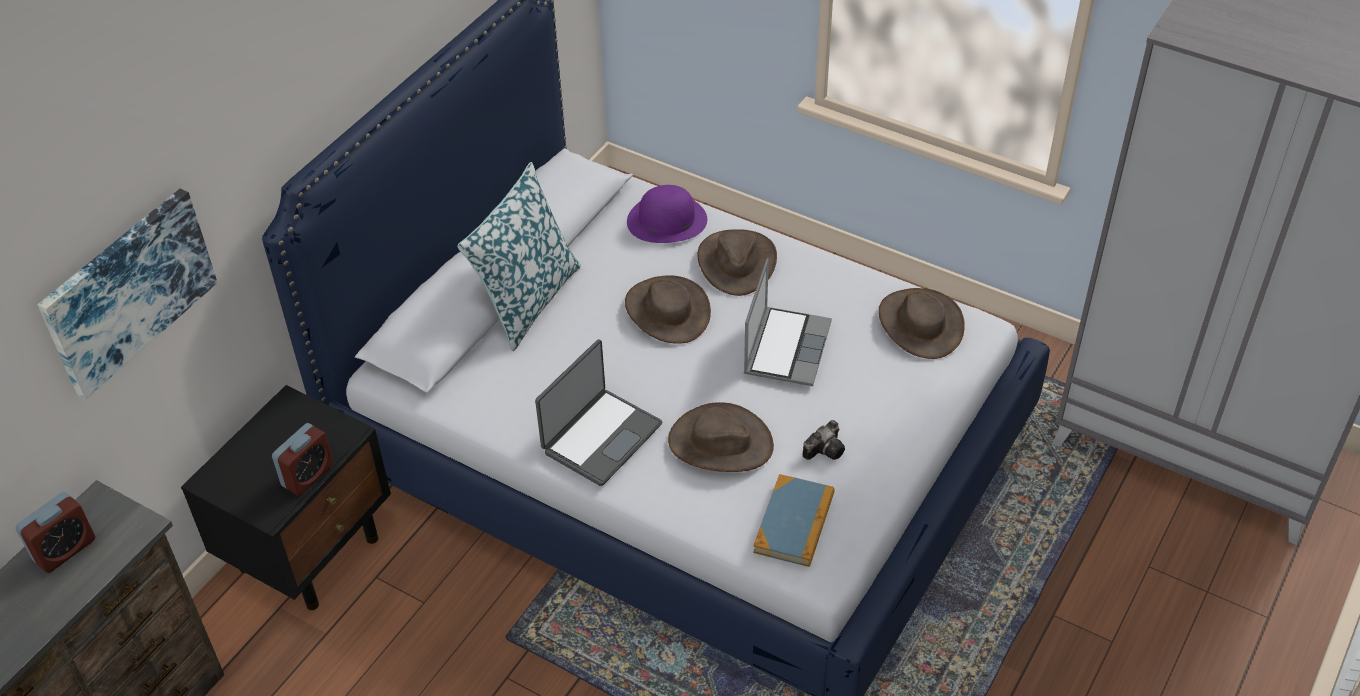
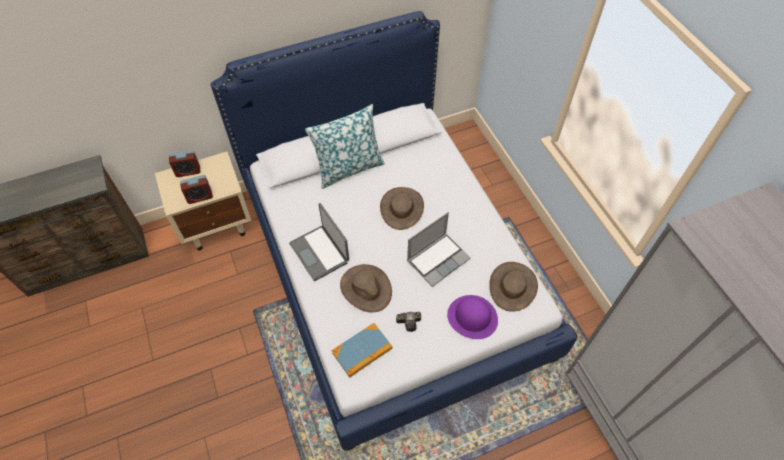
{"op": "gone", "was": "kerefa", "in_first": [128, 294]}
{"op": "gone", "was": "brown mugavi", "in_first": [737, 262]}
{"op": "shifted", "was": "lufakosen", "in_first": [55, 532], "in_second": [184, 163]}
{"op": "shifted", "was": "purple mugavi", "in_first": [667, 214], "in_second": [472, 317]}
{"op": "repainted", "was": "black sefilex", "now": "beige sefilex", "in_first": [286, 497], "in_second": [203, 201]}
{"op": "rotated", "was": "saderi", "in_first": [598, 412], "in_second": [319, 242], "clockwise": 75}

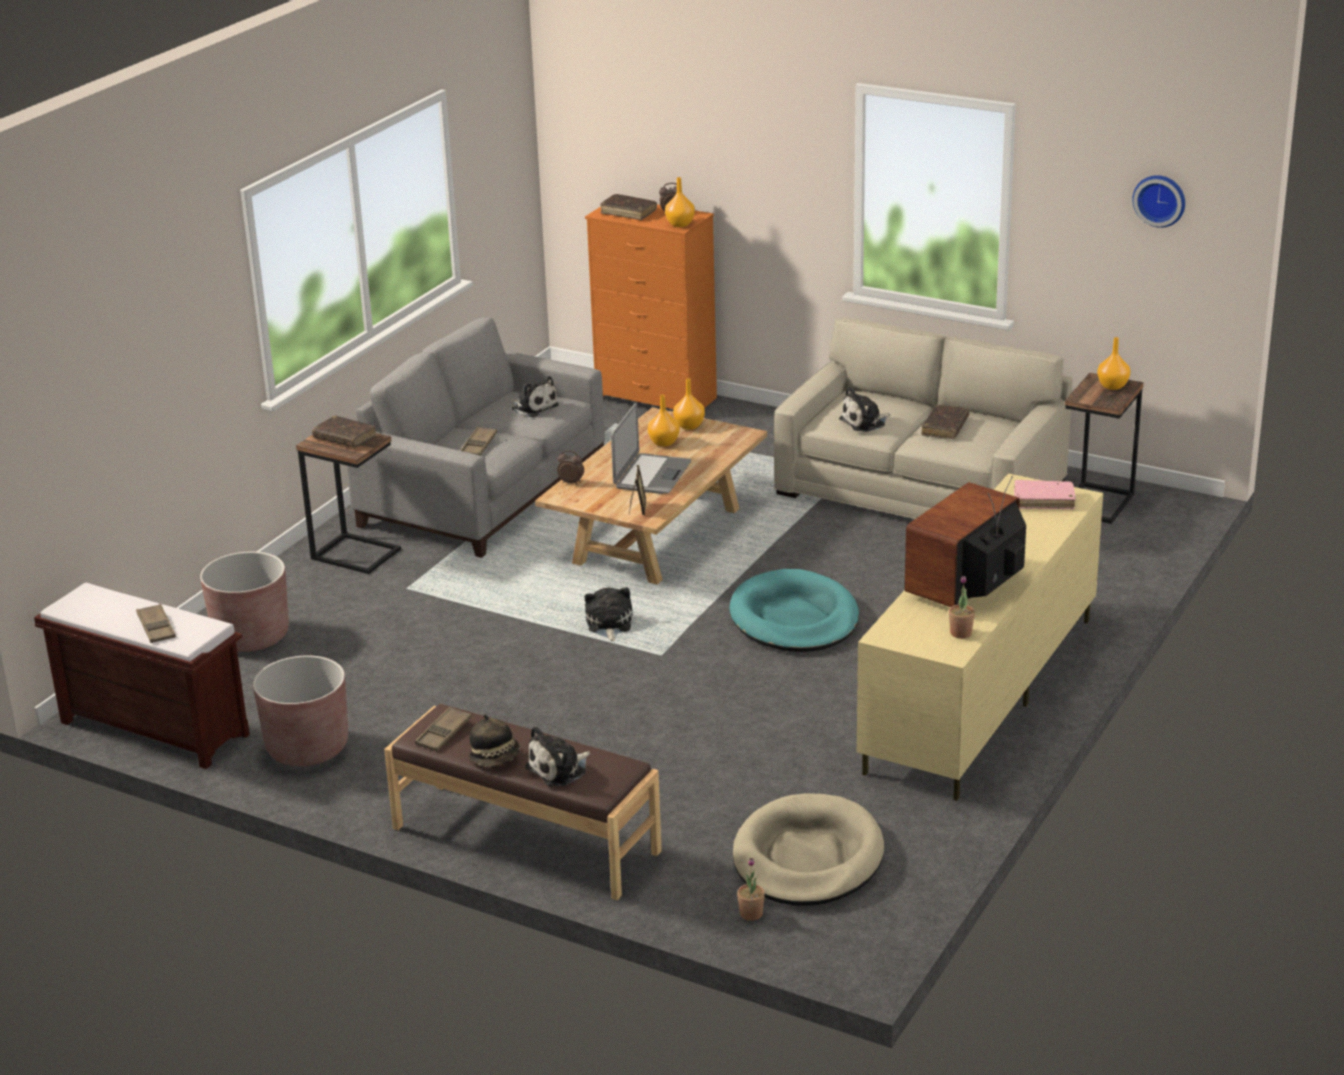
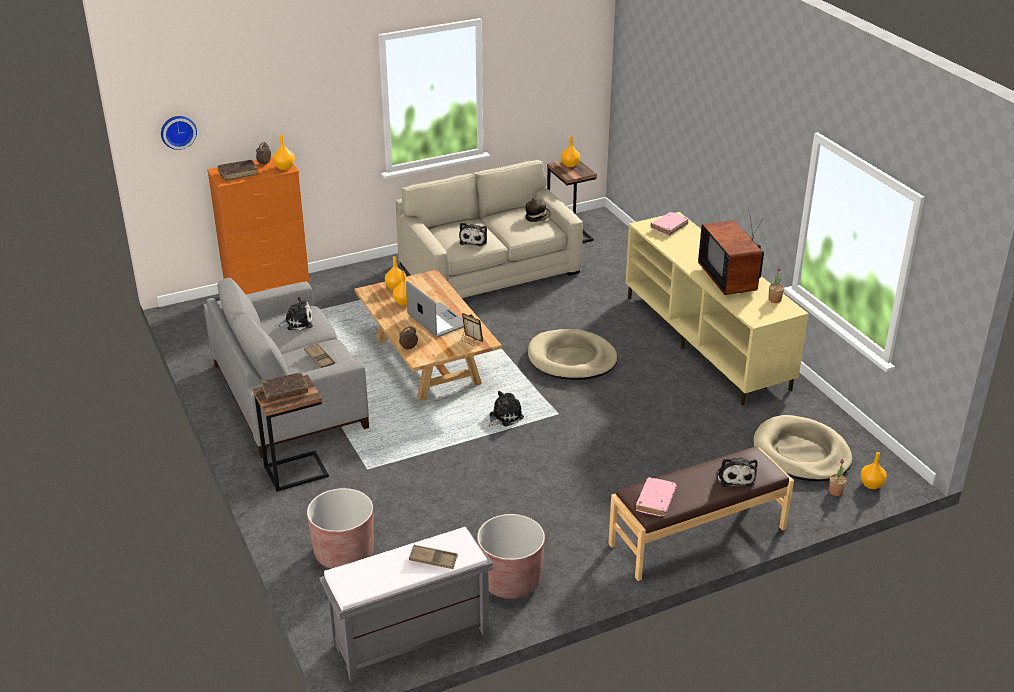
{"op": "gone", "was": "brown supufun", "in_first": [945, 422]}
{"op": "new", "now": "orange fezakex", "in_second": [873, 470]}
{"op": "shifted", "was": "mugavi", "in_first": [494, 740], "in_second": [538, 210]}
{"op": "shifted", "was": "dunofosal", "in_first": [1158, 201], "in_second": [179, 133]}
{"op": "swapped", "was": "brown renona", "now": "pink supufun", "in_first": [443, 729], "in_second": [656, 497]}
{"op": "repainted", "was": "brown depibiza", "now": "grey depibiza", "in_first": [142, 676], "in_second": [406, 604]}
{"op": "repainted", "was": "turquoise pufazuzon", "now": "beige pufazuzon", "in_first": [794, 610], "in_second": [573, 354]}
{"op": "rotated", "was": "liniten", "in_first": [608, 614], "in_second": [506, 409], "clockwise": 105}

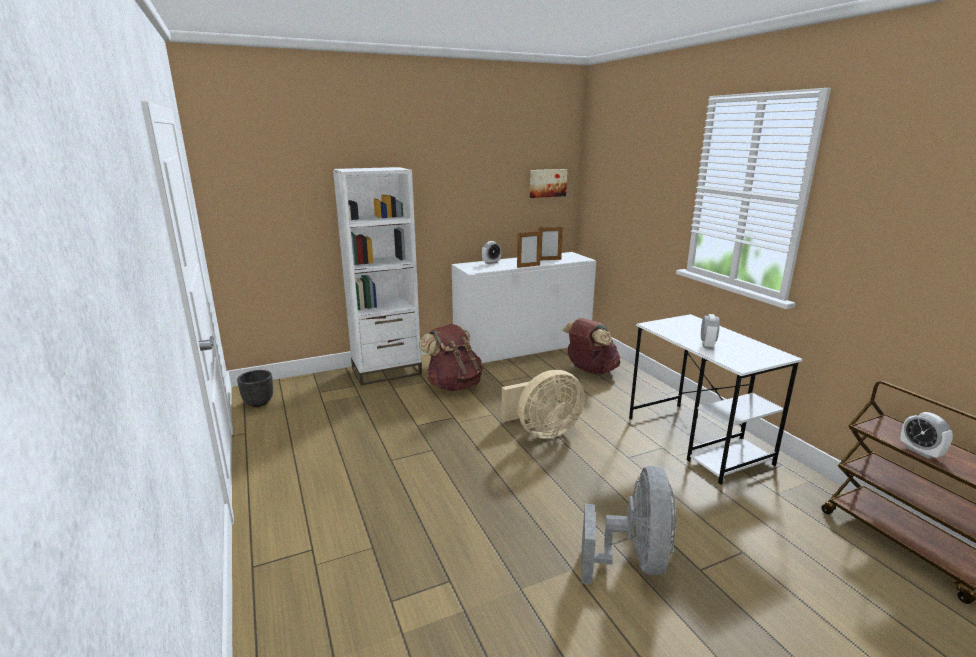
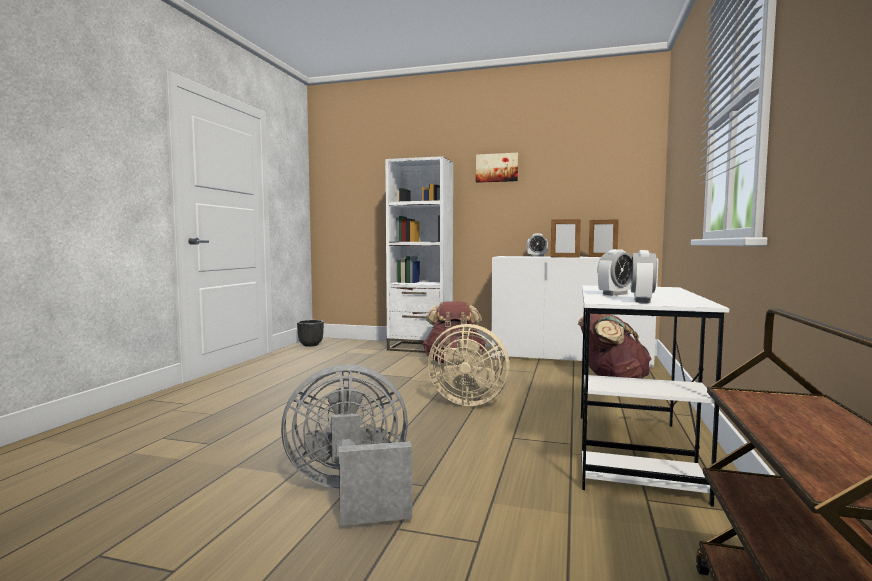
{"op": "shifted", "was": "kerefa", "in_first": [548, 183], "in_second": [497, 168]}
{"op": "shifted", "was": "lufakosen", "in_first": [926, 435], "in_second": [644, 276]}
{"op": "rotated", "was": "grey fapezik", "in_first": [628, 525], "in_second": [346, 445], "clockwise": -150}

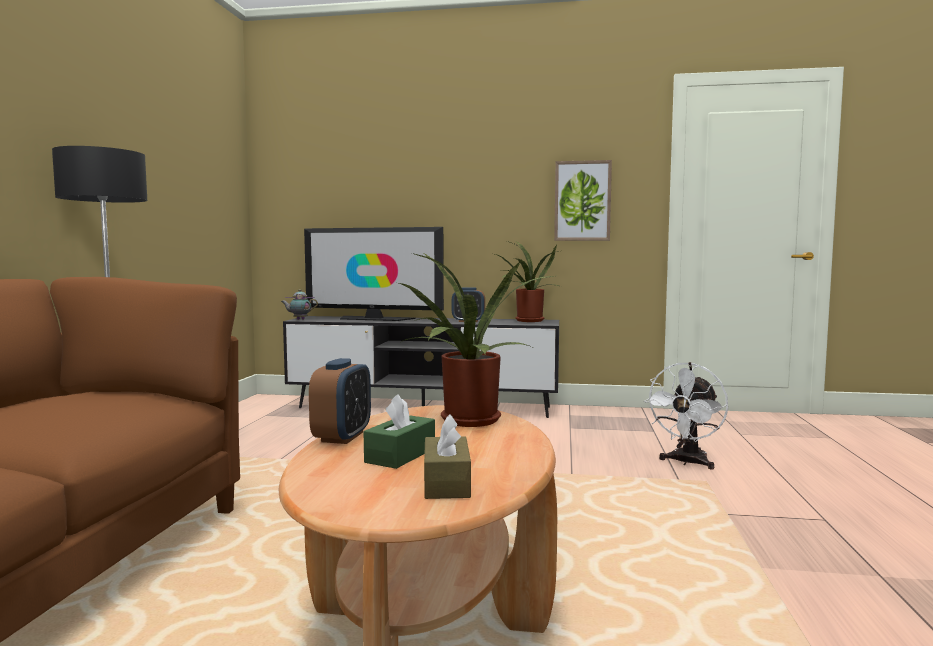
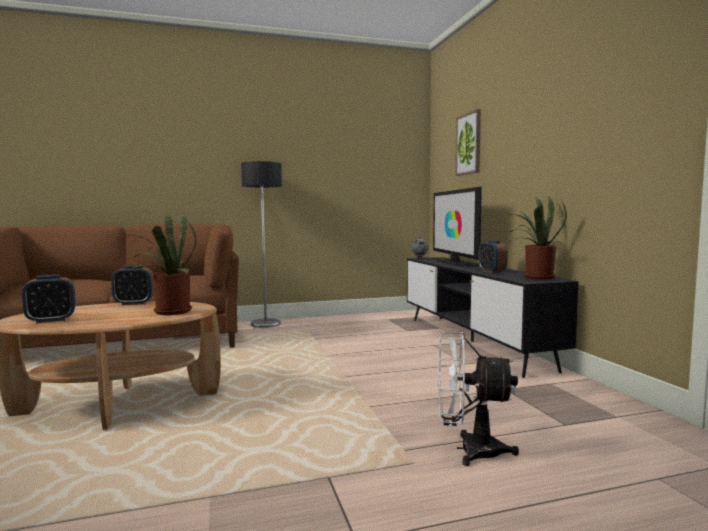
{"op": "gone", "was": "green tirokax", "in_first": [399, 431]}
{"op": "shifted", "was": "kerefa", "in_first": [583, 200], "in_second": [468, 142]}
{"op": "swapped", "was": "brown tirokax", "now": "lufakosen", "in_first": [447, 456], "in_second": [49, 299]}

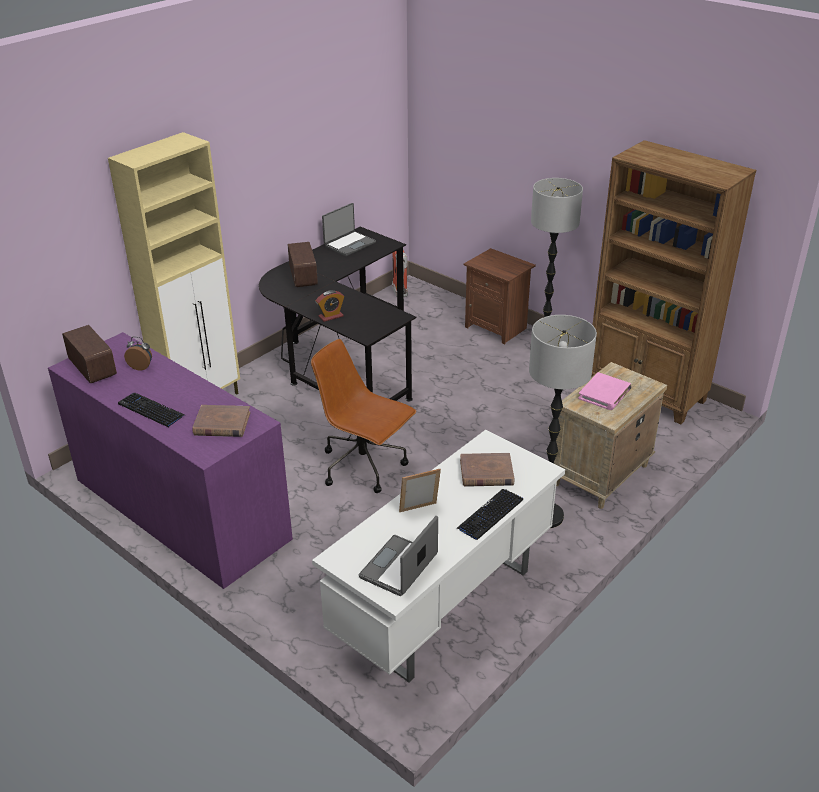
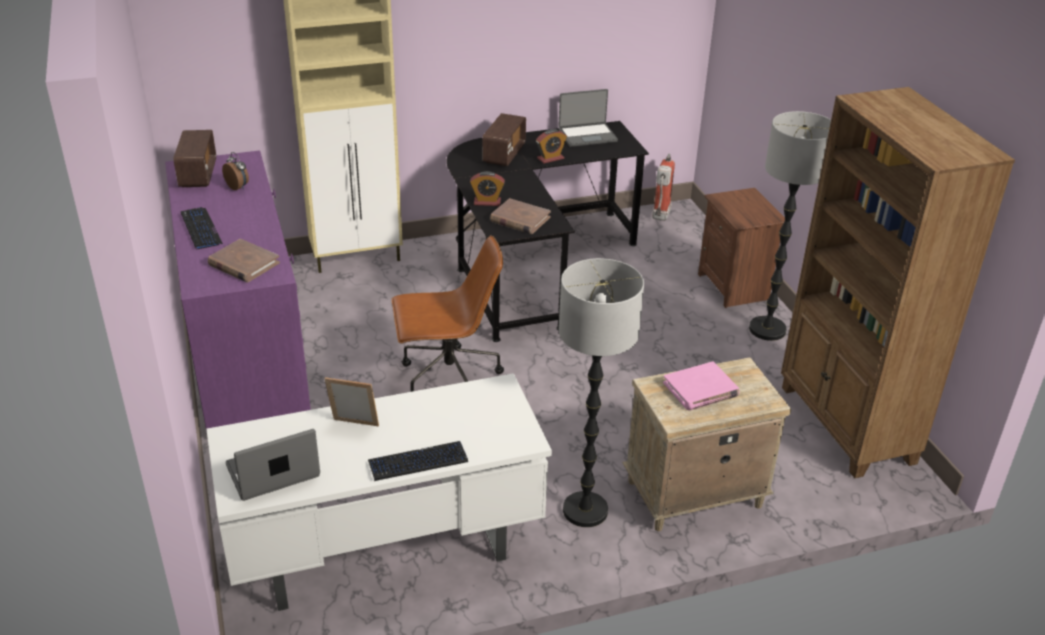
{"op": "new", "now": "lufakosen", "in_second": [551, 146]}
{"op": "shifted", "was": "brown supufun", "in_first": [487, 470], "in_second": [520, 216]}
{"op": "rotated", "was": "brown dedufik", "in_first": [363, 416], "in_second": [447, 313], "clockwise": 105}

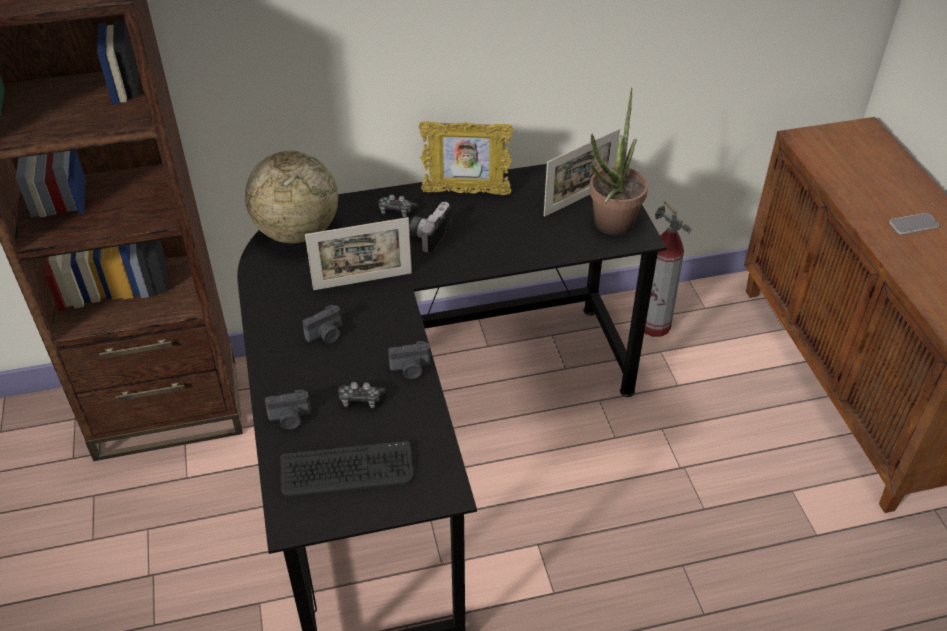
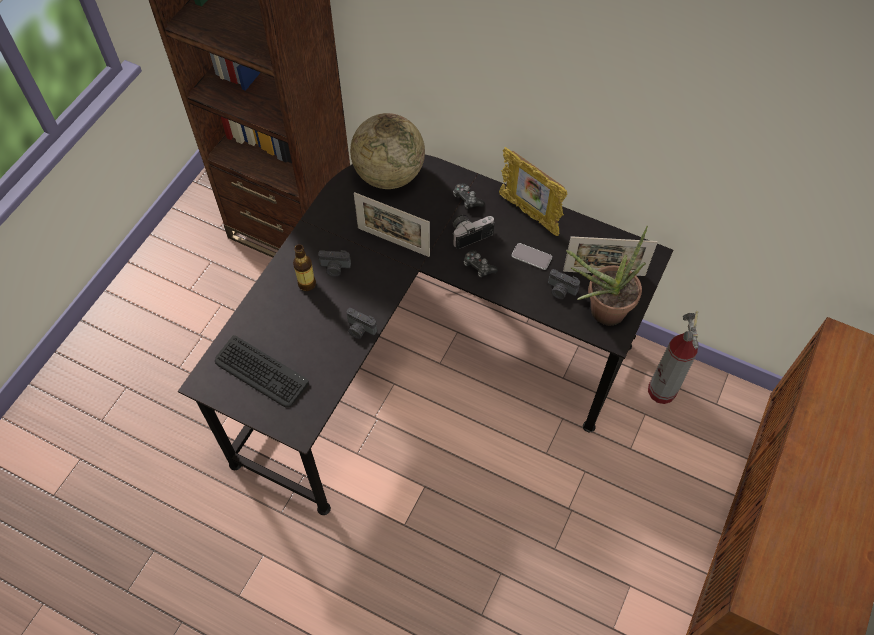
{"op": "new", "now": "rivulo", "in_second": [304, 267]}
{"op": "shifted", "was": "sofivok", "in_first": [288, 409], "in_second": [564, 284]}
{"op": "shifted", "was": "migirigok", "in_first": [362, 395], "in_second": [481, 264]}
{"op": "shifted", "was": "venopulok", "in_first": [914, 223], "in_second": [532, 256]}

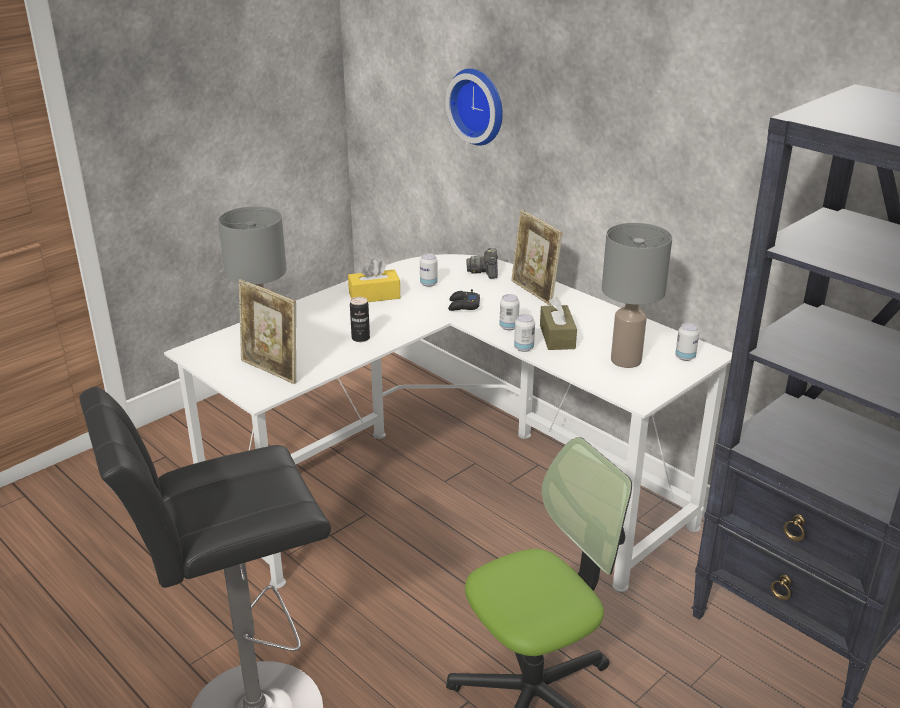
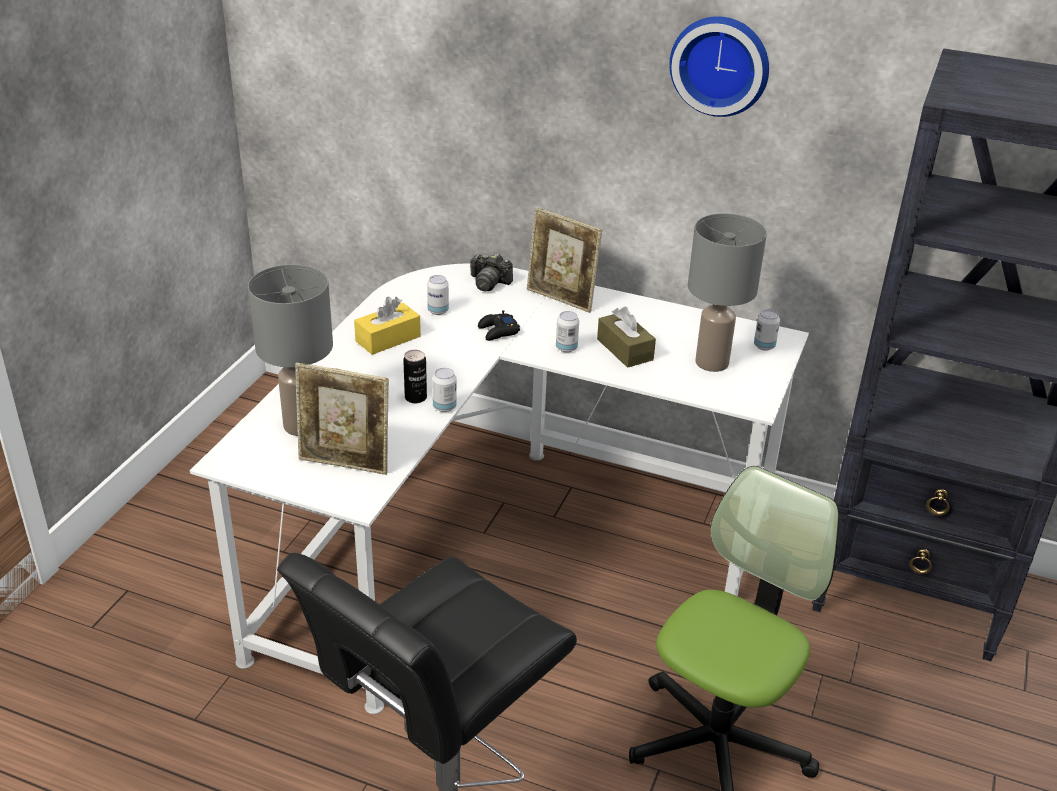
{"op": "shifted", "was": "dunofosal", "in_first": [474, 107], "in_second": [719, 66]}
{"op": "shifted", "was": "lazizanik", "in_first": [524, 333], "in_second": [444, 390]}
{"op": "rotated", "was": "sofivok", "in_first": [482, 263], "in_second": [491, 272], "clockwise": -45}

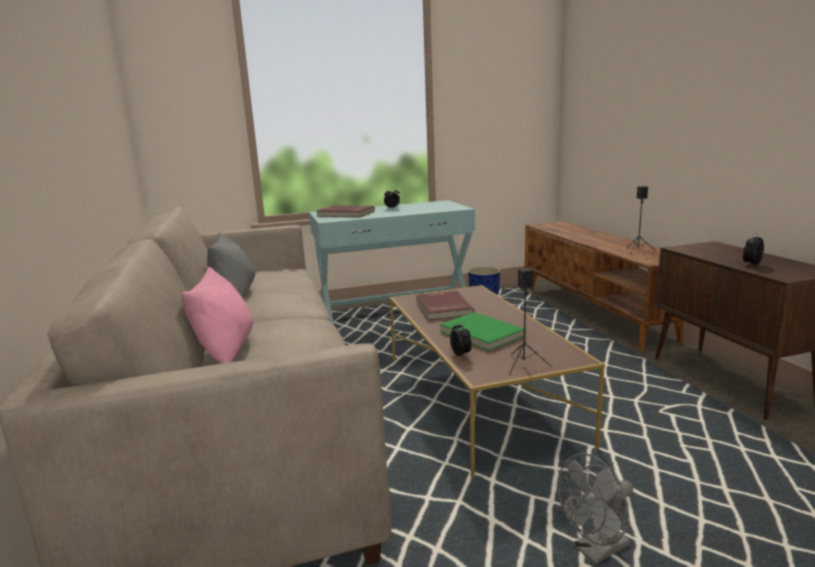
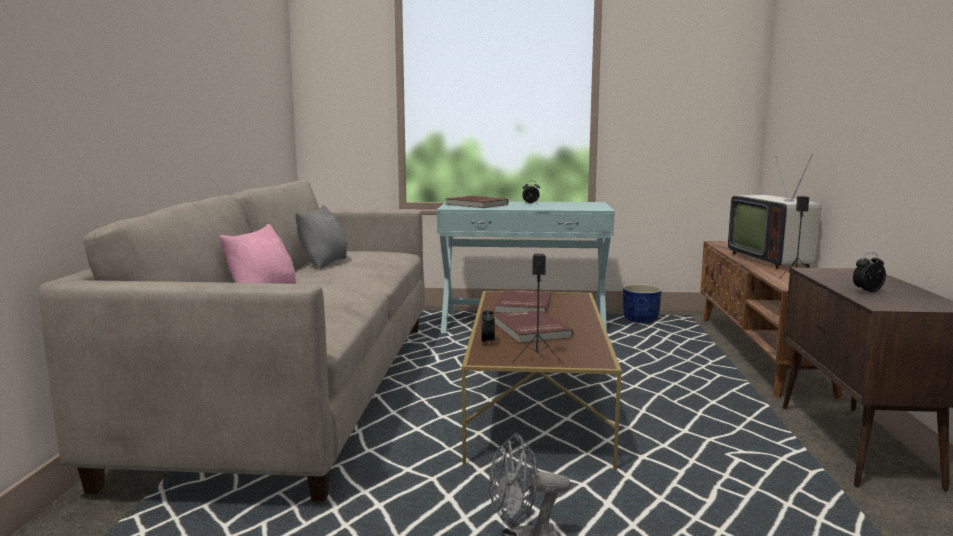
{"op": "new", "now": "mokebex", "in_second": [774, 211]}
{"op": "repainted", "was": "green supufun", "now": "red supufun", "in_first": [483, 331], "in_second": [533, 327]}

